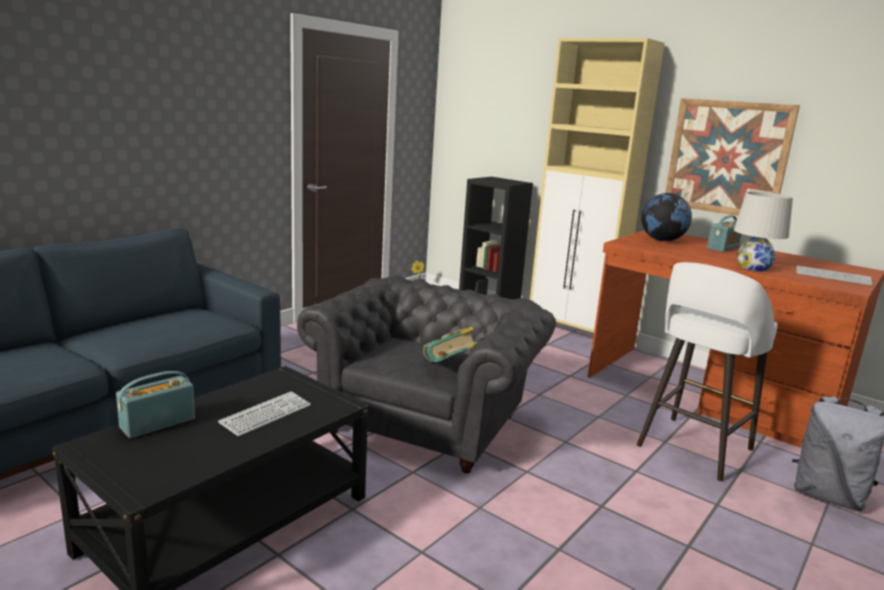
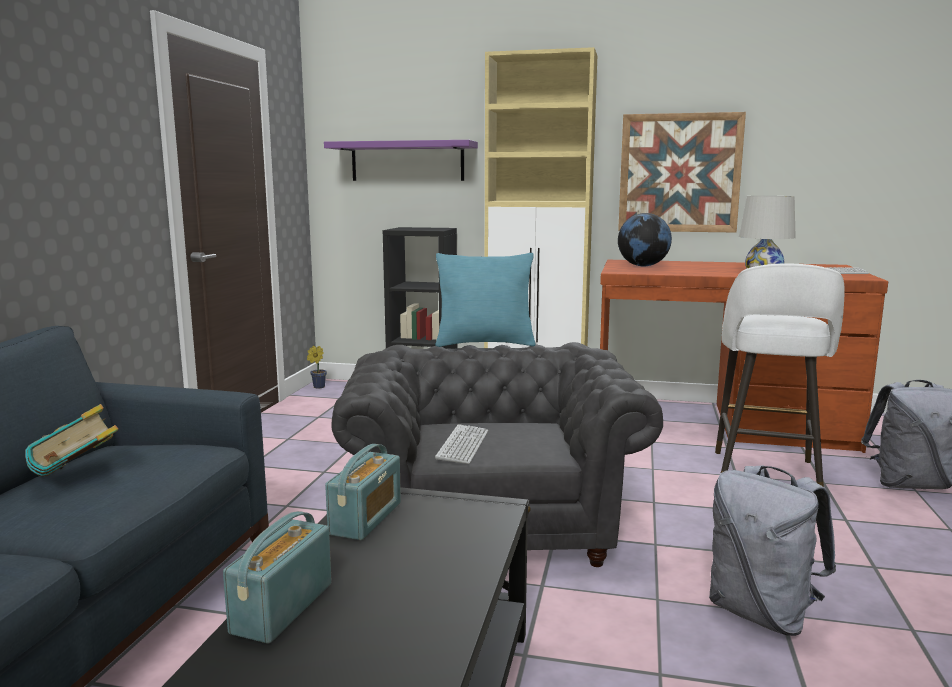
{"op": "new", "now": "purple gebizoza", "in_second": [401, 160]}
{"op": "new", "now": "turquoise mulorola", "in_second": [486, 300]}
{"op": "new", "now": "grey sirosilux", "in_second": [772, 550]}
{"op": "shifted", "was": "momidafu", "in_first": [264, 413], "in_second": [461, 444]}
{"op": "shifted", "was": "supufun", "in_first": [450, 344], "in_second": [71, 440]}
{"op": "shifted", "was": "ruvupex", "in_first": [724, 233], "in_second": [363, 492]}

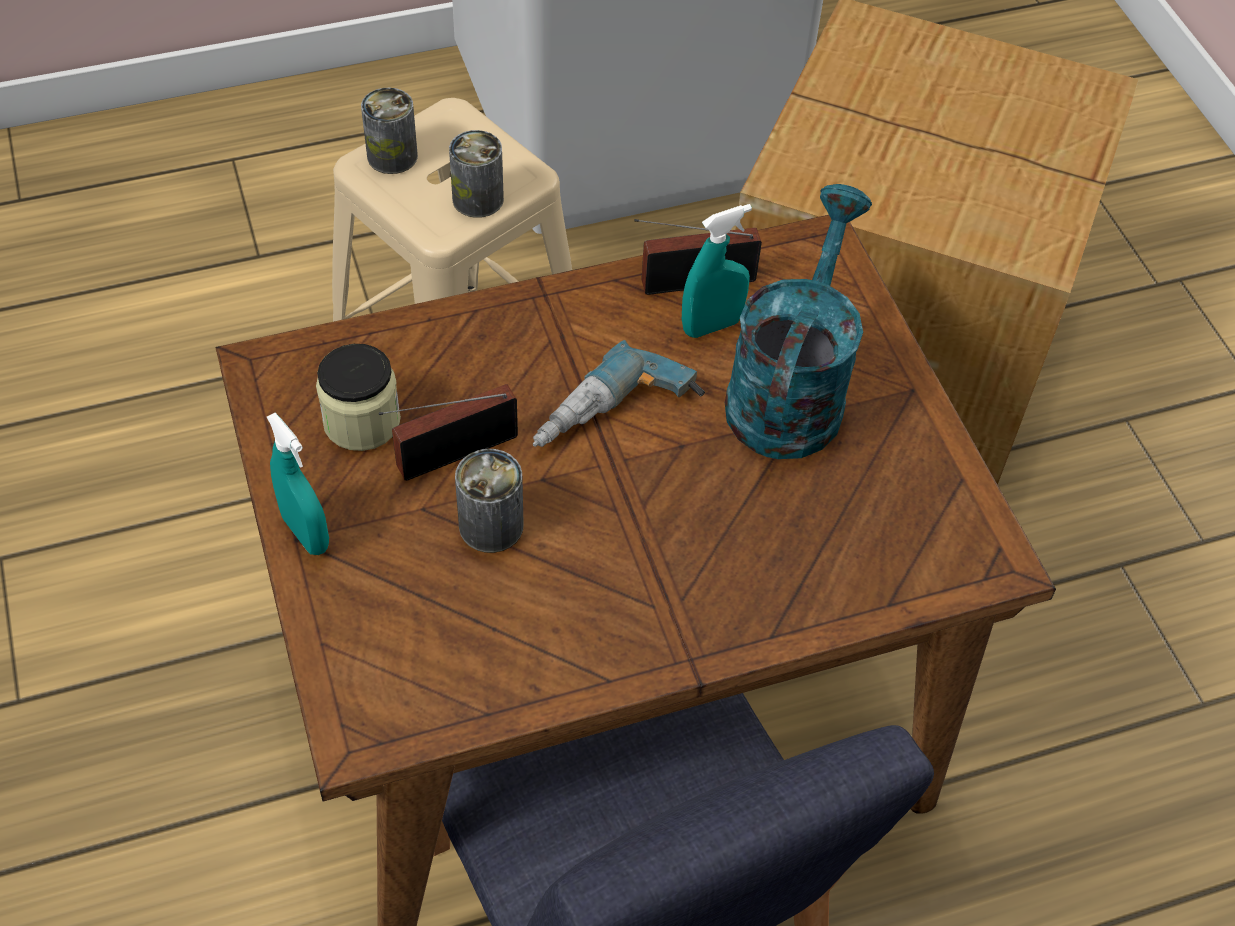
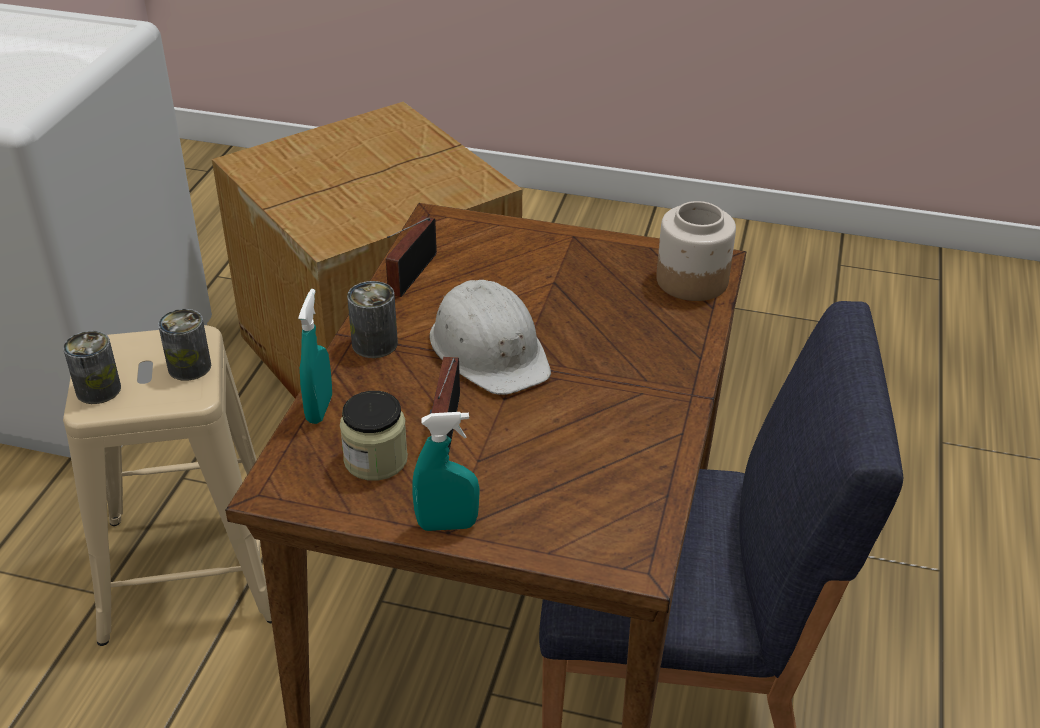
{"op": "gone", "was": "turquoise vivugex", "in_first": [798, 321]}
{"op": "new", "now": "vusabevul", "in_second": [696, 251]}
{"op": "shifted", "was": "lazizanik", "in_first": [489, 501], "in_second": [372, 319]}
{"op": "shifted", "was": "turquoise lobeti", "in_first": [717, 271], "in_second": [315, 356]}
{"op": "swapped", "was": "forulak", "now": "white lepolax", "in_first": [619, 393], "in_second": [490, 337]}

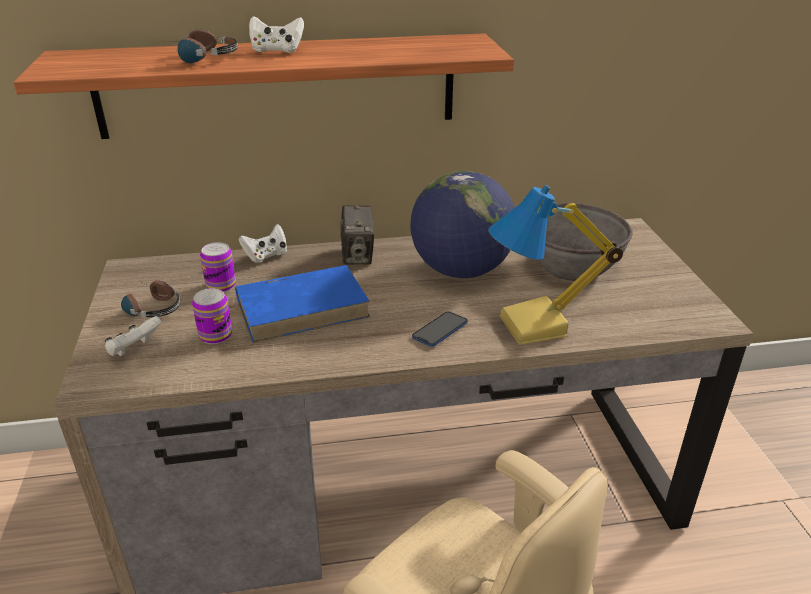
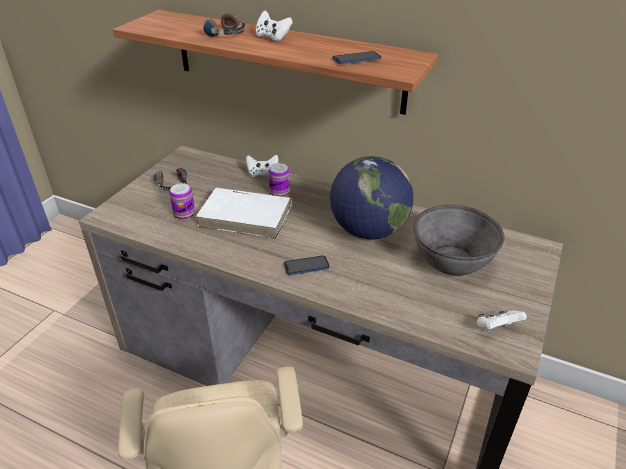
{"op": "gone", "was": "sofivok", "in_first": [357, 234]}
{"op": "gone", "was": "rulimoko", "in_first": [555, 265]}
{"op": "new", "now": "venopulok", "in_second": [356, 57]}
{"op": "shifted", "was": "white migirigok", "in_first": [133, 336], "in_second": [501, 320]}
{"op": "shifted", "was": "lazizanik", "in_first": [218, 267], "in_second": [279, 180]}
{"op": "repainted", "was": "blue supufun", "now": "white supufun", "in_first": [302, 304], "in_second": [244, 213]}

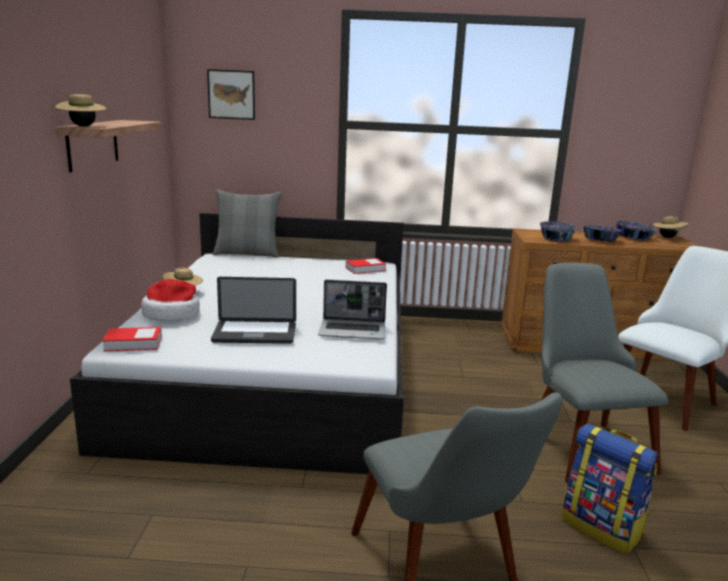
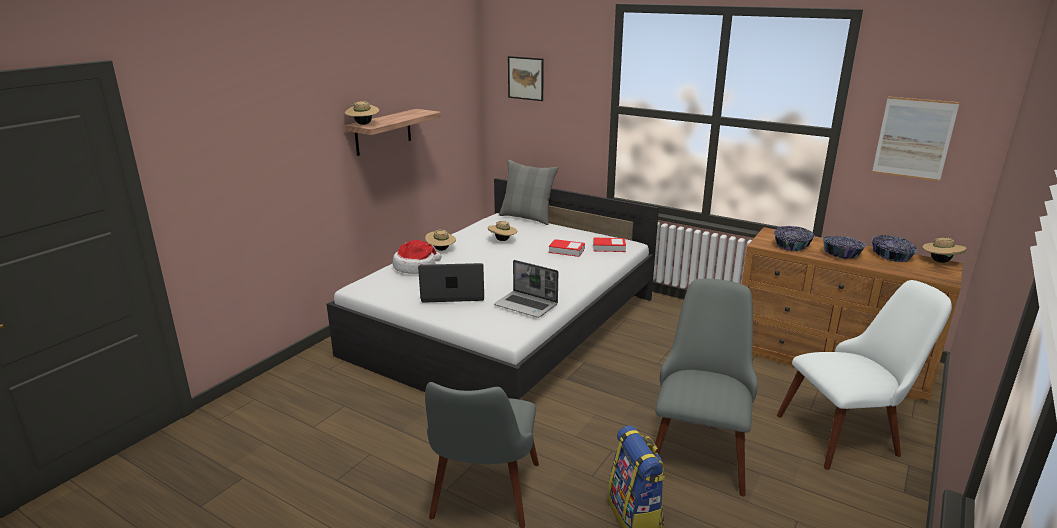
{"op": "new", "now": "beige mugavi", "in_second": [502, 231]}
{"op": "new", "now": "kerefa", "in_second": [916, 139]}
{"op": "shifted", "was": "supufun", "in_first": [132, 339], "in_second": [567, 248]}
{"op": "rotated", "was": "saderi", "in_first": [253, 310], "in_second": [451, 283], "clockwise": 150}

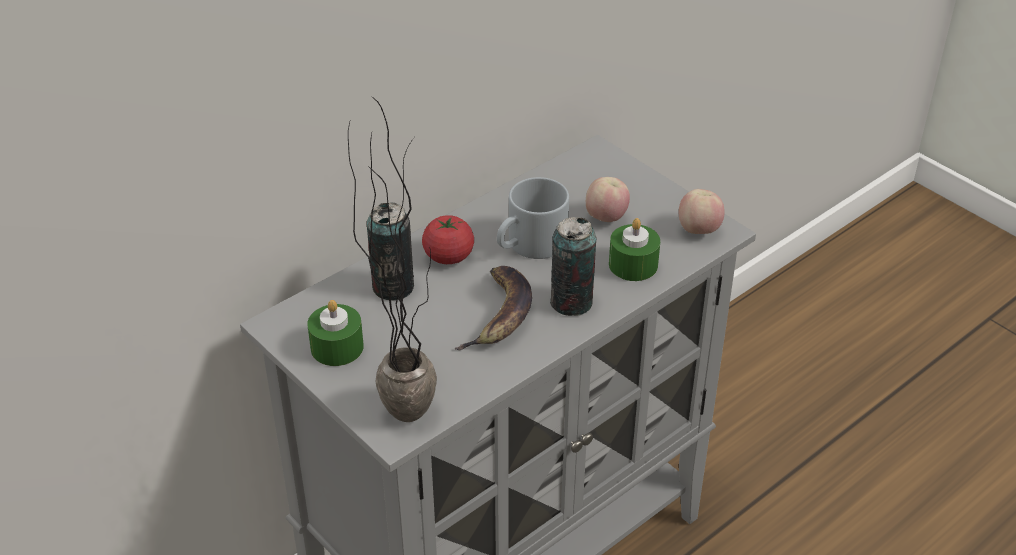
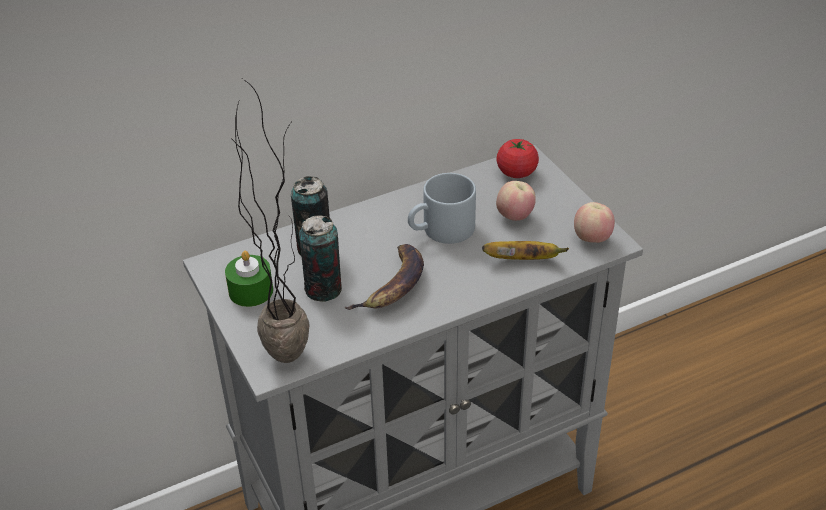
{"op": "shifted", "was": "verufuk", "in_first": [448, 239], "in_second": [517, 158]}
{"op": "shifted", "was": "lazizanik", "in_first": [573, 266], "in_second": [320, 259]}
{"op": "swapped", "was": "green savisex", "now": "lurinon", "in_first": [634, 249], "in_second": [525, 250]}

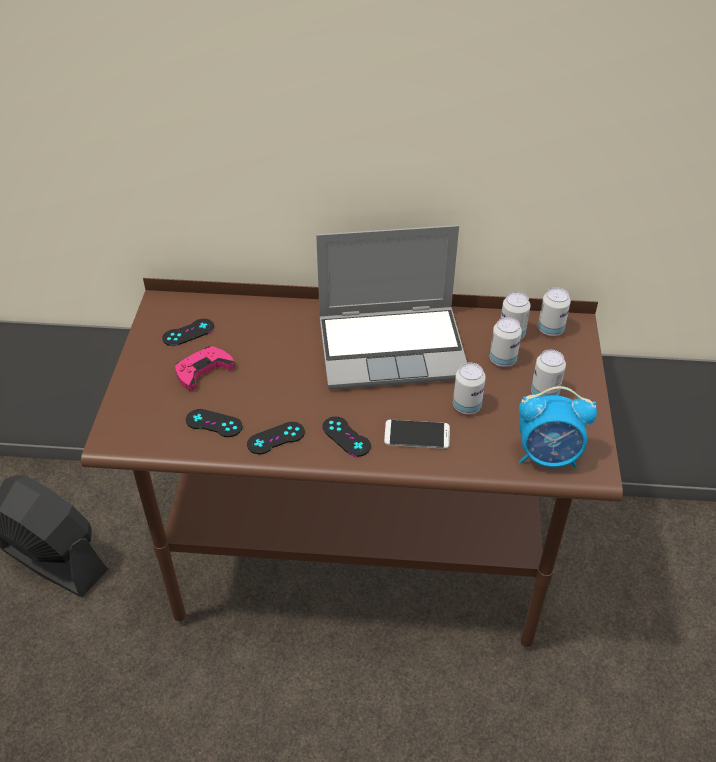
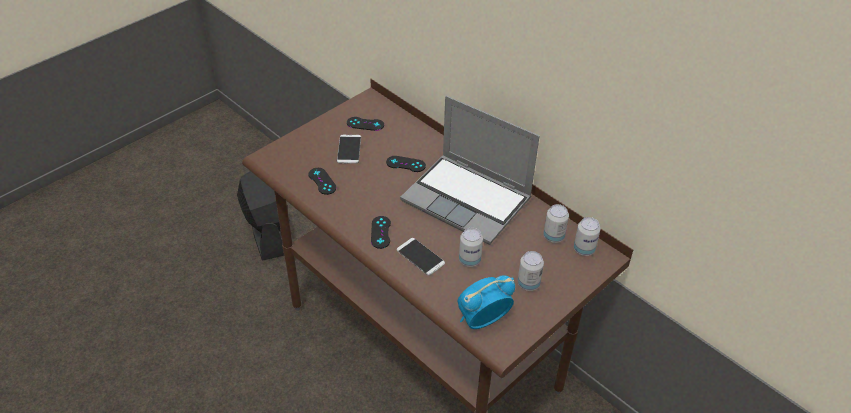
{"op": "gone", "was": "lazizanik", "in_first": [506, 342]}
{"op": "shifted", "was": "black migirigok", "in_first": [276, 438], "in_second": [406, 164]}
{"op": "swapped", "was": "pink migirigok", "now": "venopulok", "in_first": [204, 368], "in_second": [349, 149]}
{"op": "rotated", "was": "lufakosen", "in_first": [558, 427], "in_second": [486, 302], "clockwise": 105}

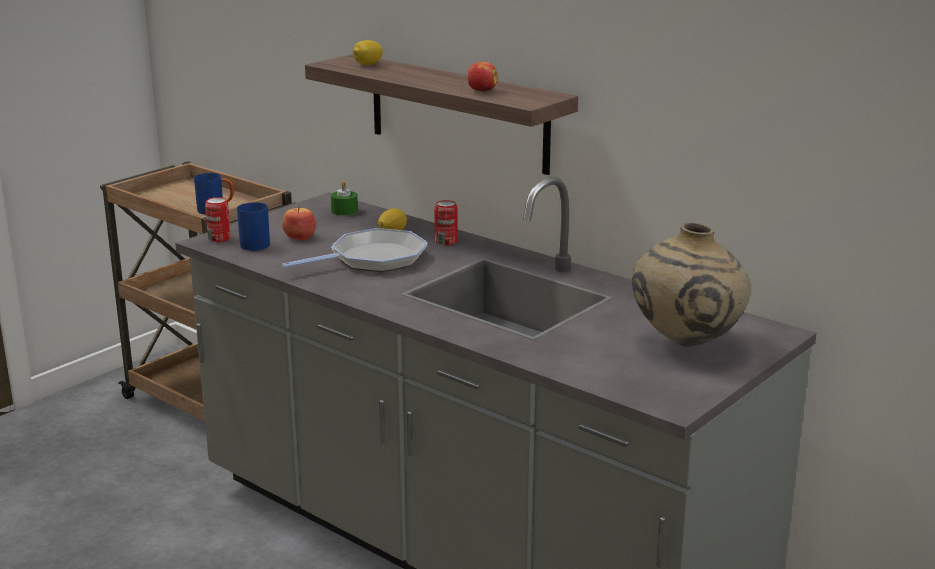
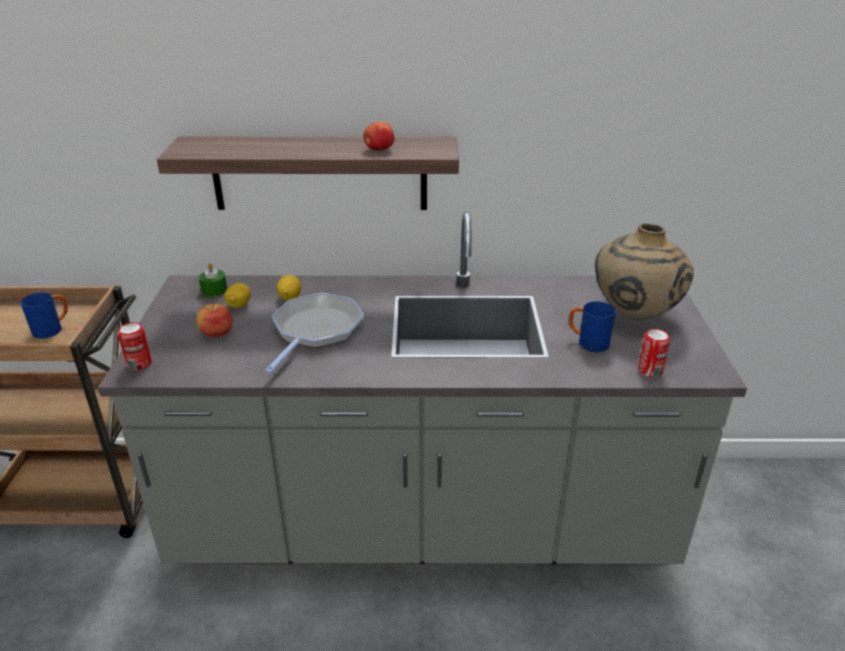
{"op": "shifted", "was": "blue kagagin", "in_first": [253, 226], "in_second": [592, 326]}
{"op": "shifted", "was": "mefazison", "in_first": [368, 52], "in_second": [237, 295]}
{"op": "shifted", "was": "lazizanik", "in_first": [446, 222], "in_second": [654, 353]}

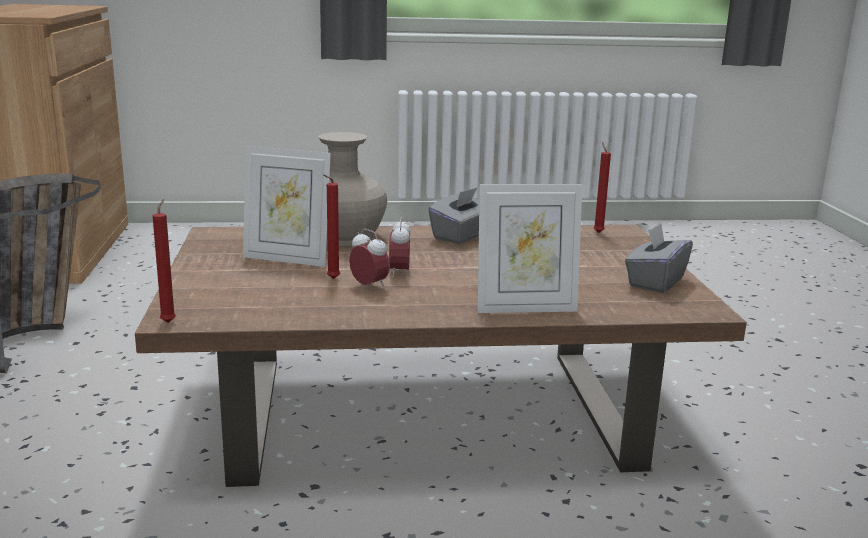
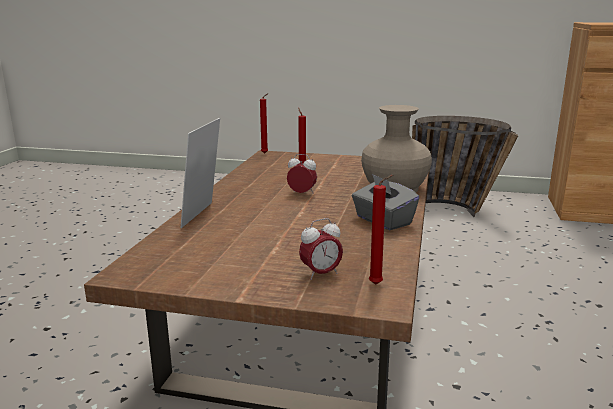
{"op": "gone", "was": "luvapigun", "in_first": [287, 206]}
{"op": "gone", "was": "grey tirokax", "in_first": [659, 258]}
{"op": "shifted", "was": "lufakosen", "in_first": [369, 259], "in_second": [321, 249]}

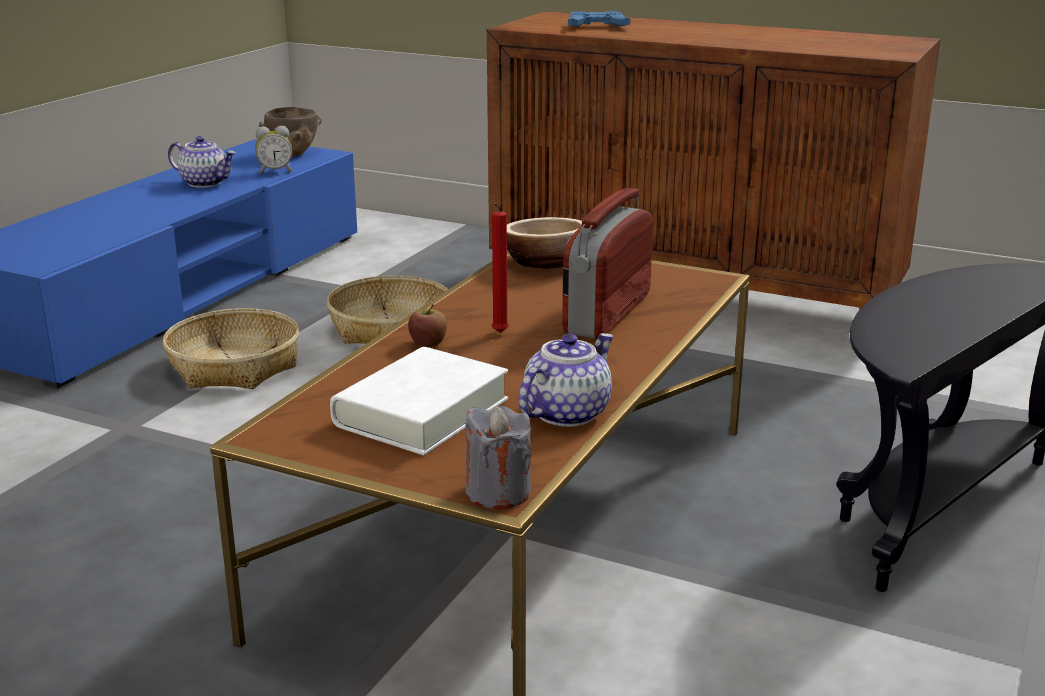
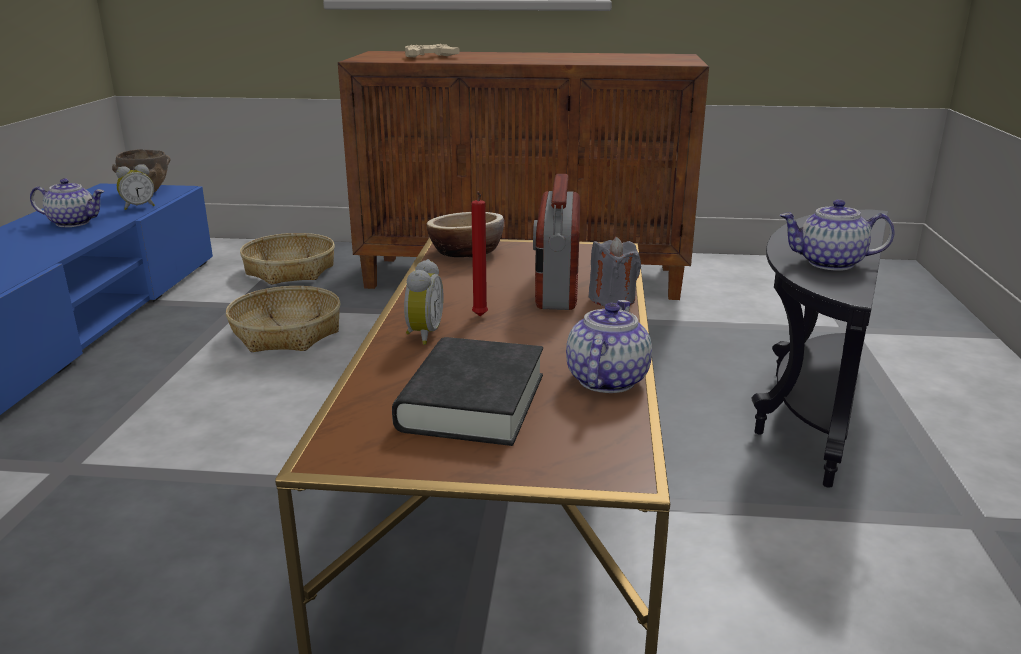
{"op": "new", "now": "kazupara", "in_second": [837, 235]}
{"op": "shifted", "was": "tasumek", "in_first": [231, 348], "in_second": [287, 259]}
{"op": "shifted", "was": "grey savisex", "in_first": [498, 457], "in_second": [615, 271]}
{"op": "swapped", "was": "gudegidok", "now": "lufakosen", "in_first": [427, 326], "in_second": [424, 302]}
{"op": "repainted", "was": "white supufun", "now": "black supufun", "in_first": [419, 401], "in_second": [467, 391]}
{"op": "repainted", "was": "blue migirigok", "now": "beige migirigok", "in_first": [599, 19], "in_second": [432, 51]}

